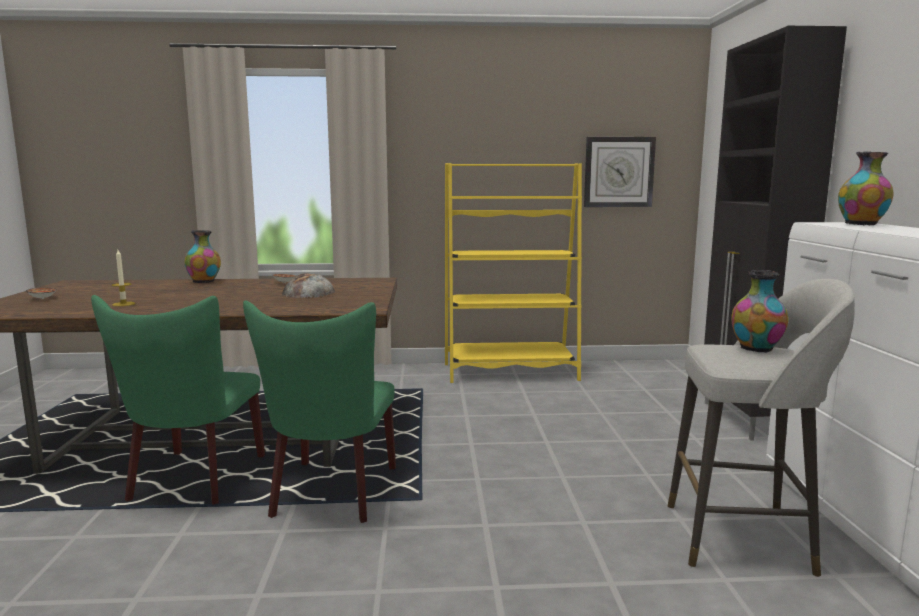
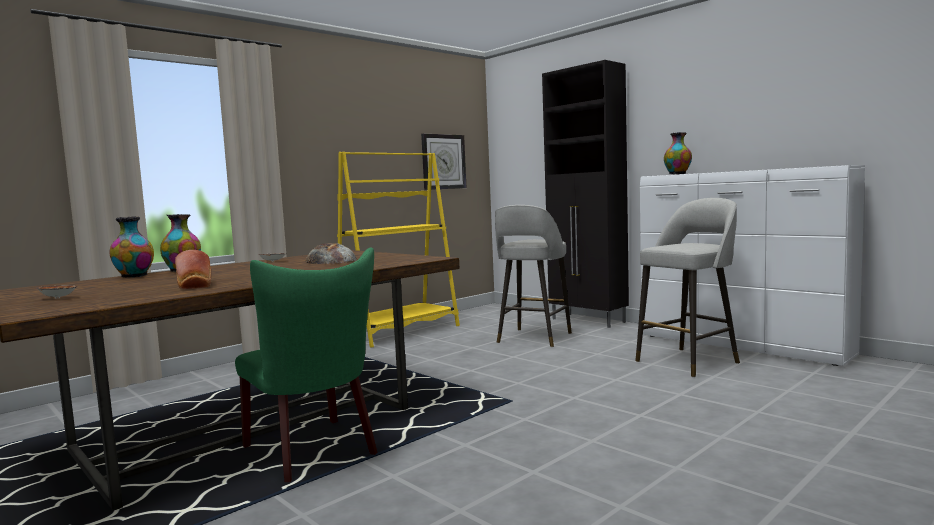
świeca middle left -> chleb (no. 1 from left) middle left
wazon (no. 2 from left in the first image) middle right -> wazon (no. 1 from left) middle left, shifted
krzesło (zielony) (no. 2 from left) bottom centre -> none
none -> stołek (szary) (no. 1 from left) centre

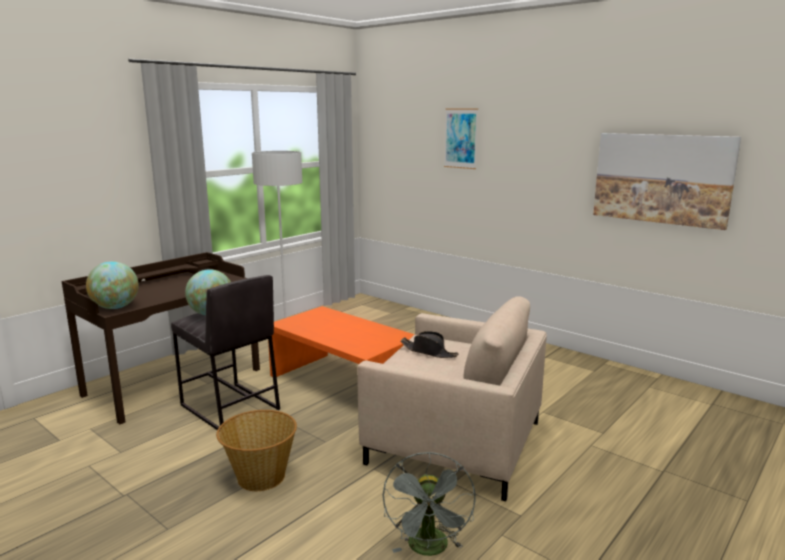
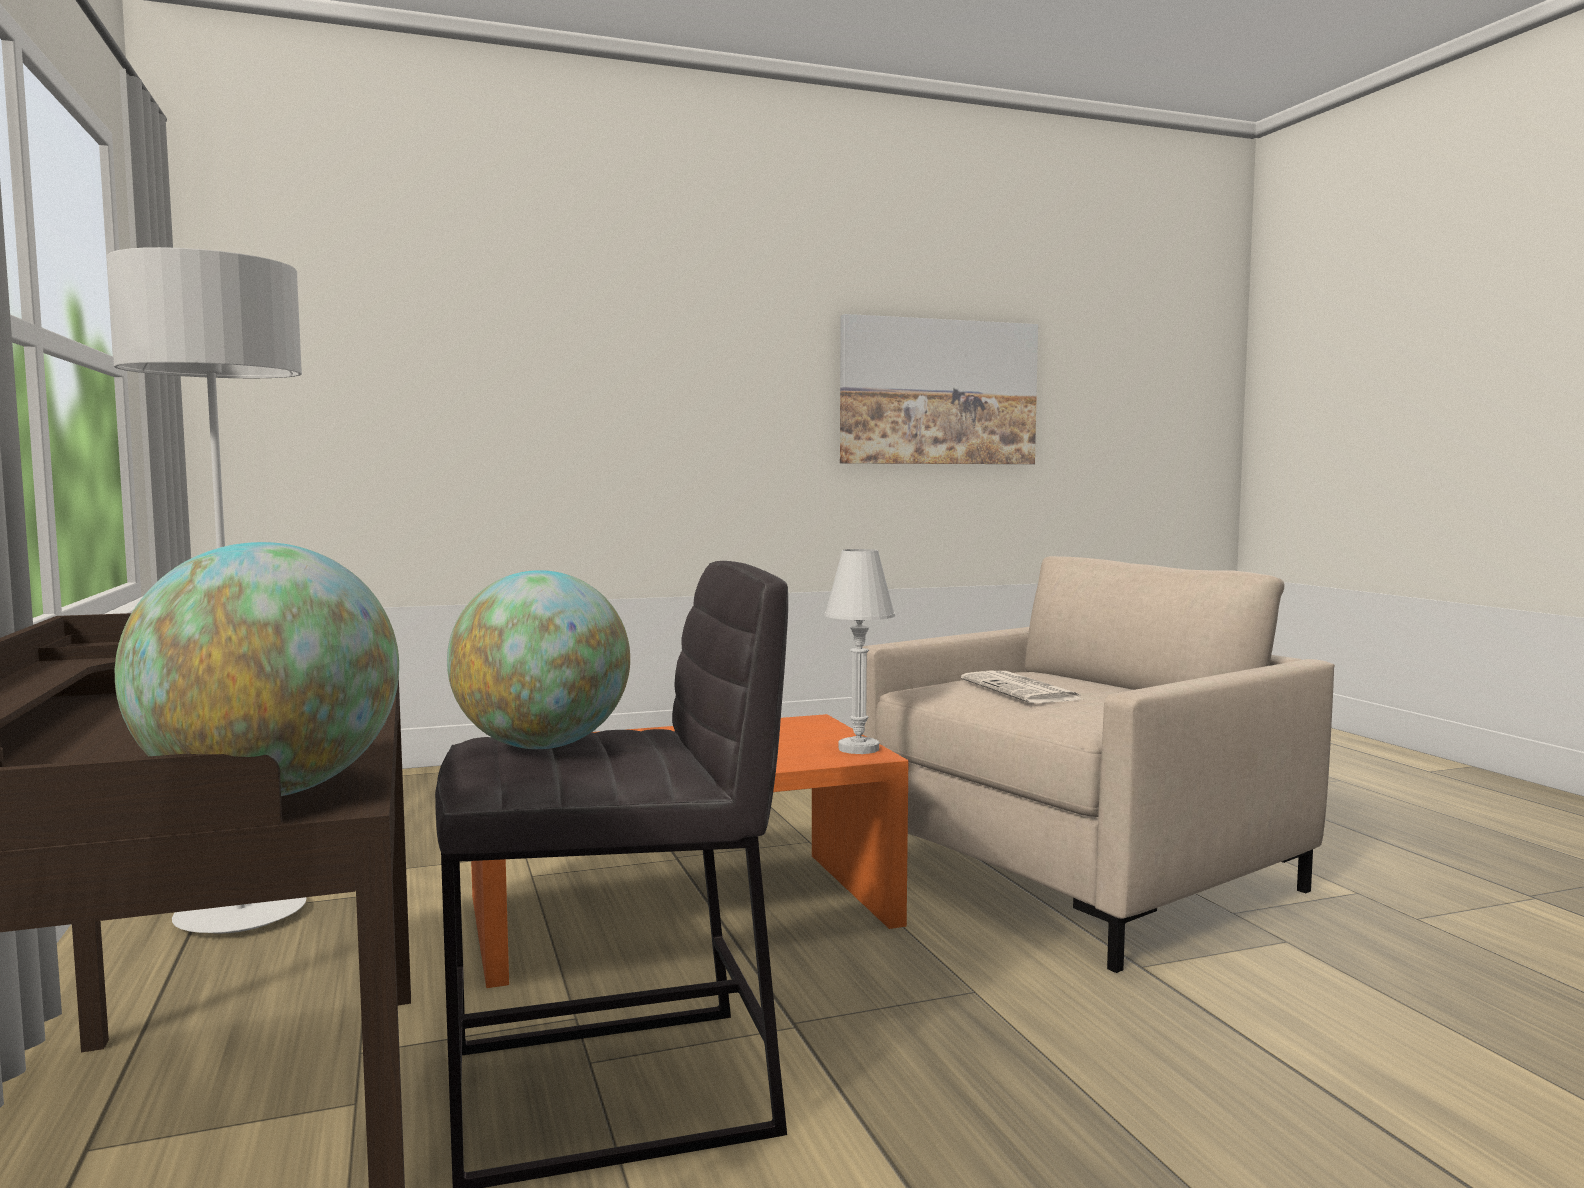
obraz (no. 1 from left) top centre -> none
kapelusz (czarny) centre -> gazeta centre
koszyk bottom left -> none
wentylator (szary) bottom centre -> none
none -> lampa stołowa (biały) centre

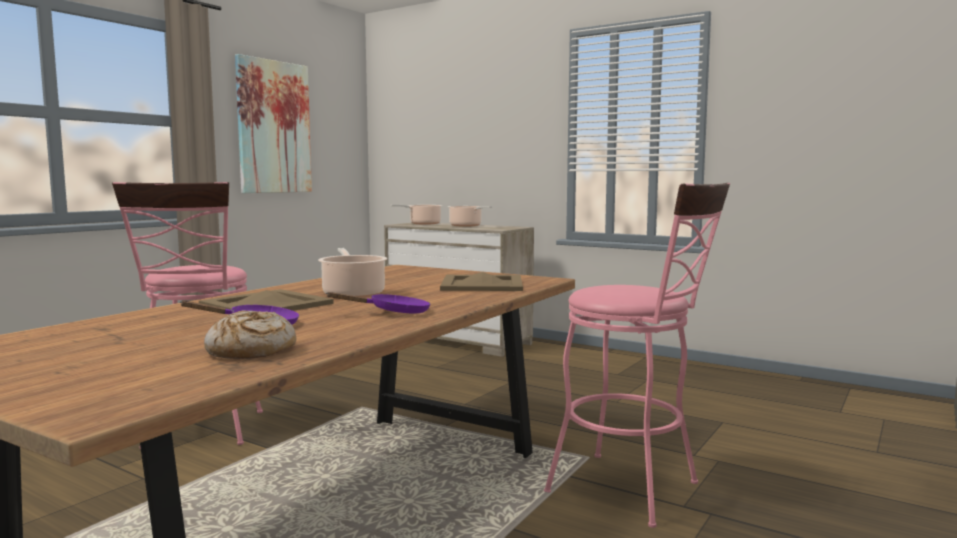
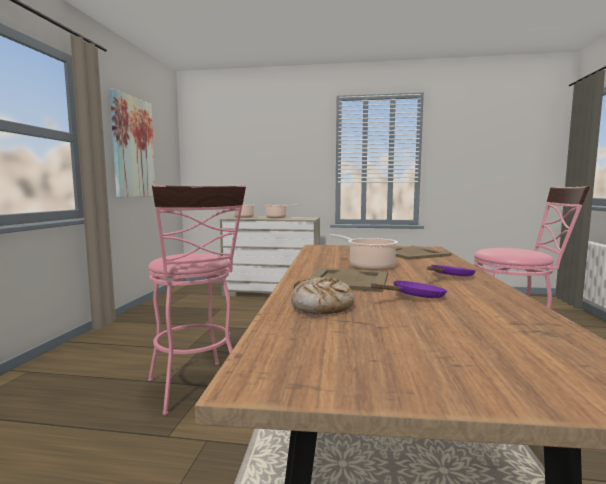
chleb middle left -> chleb centre, shifted

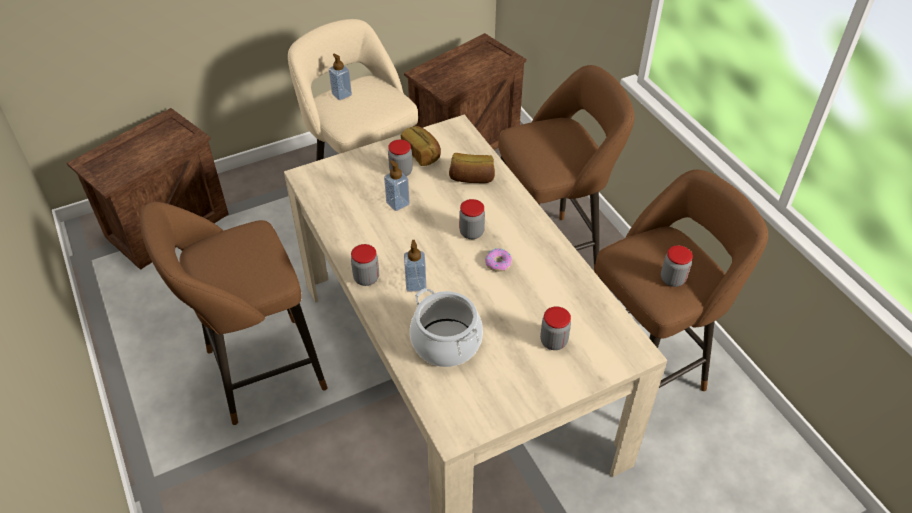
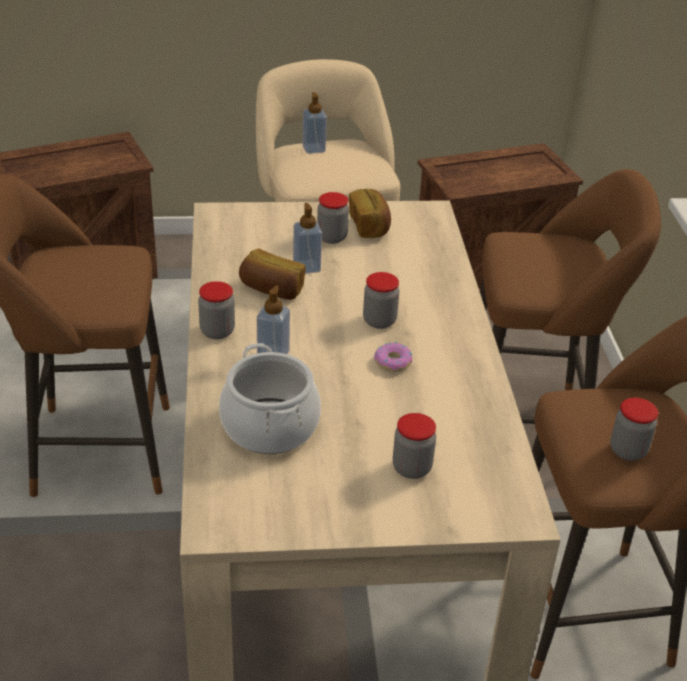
chleb (no. 2 from left in the first image) top centre -> chleb (no. 1 from left) centre, shifted

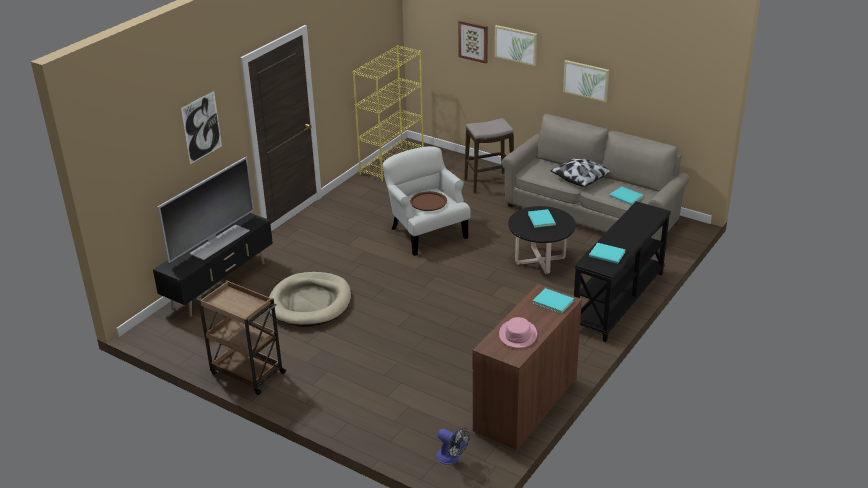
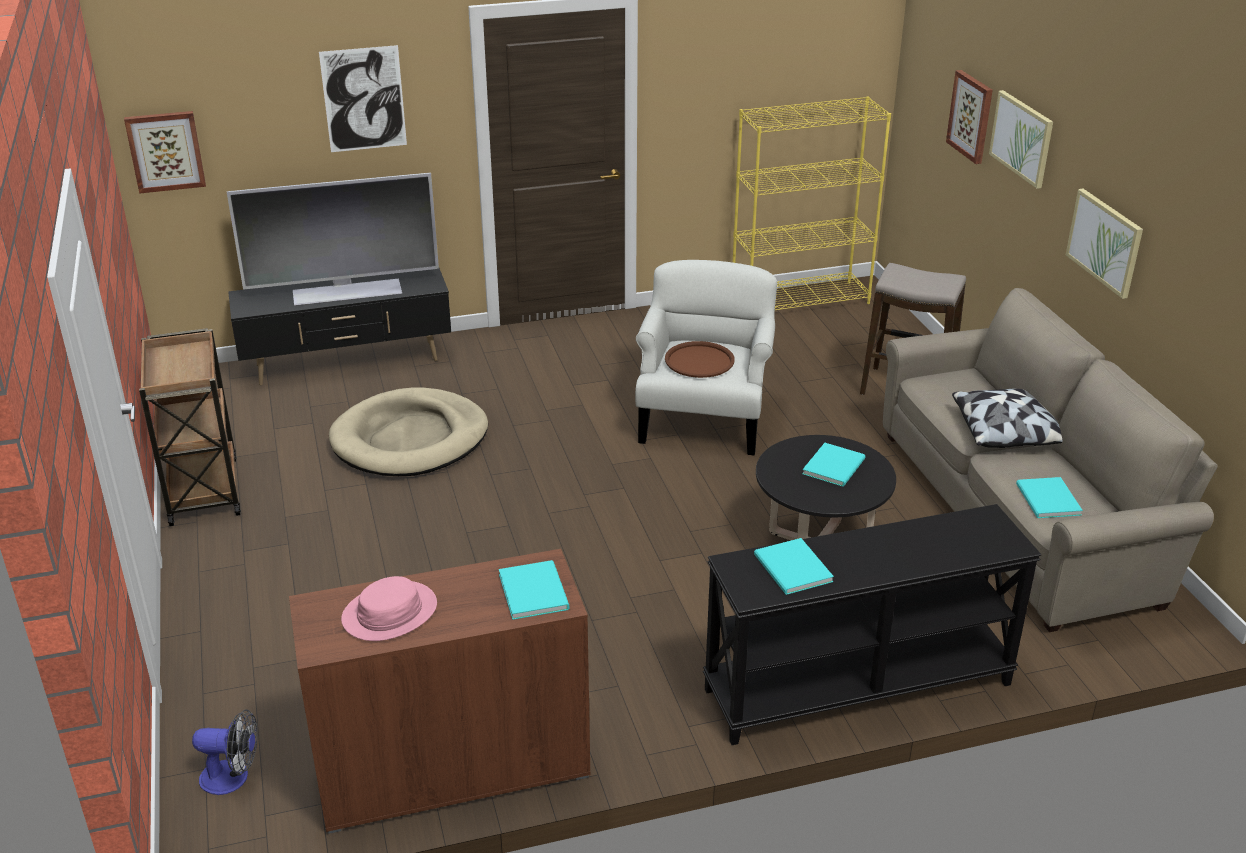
wentylator bottom centre -> wentylator bottom left, 75 degrees counterclockwise
none -> obraz (no. 1 from left) top left

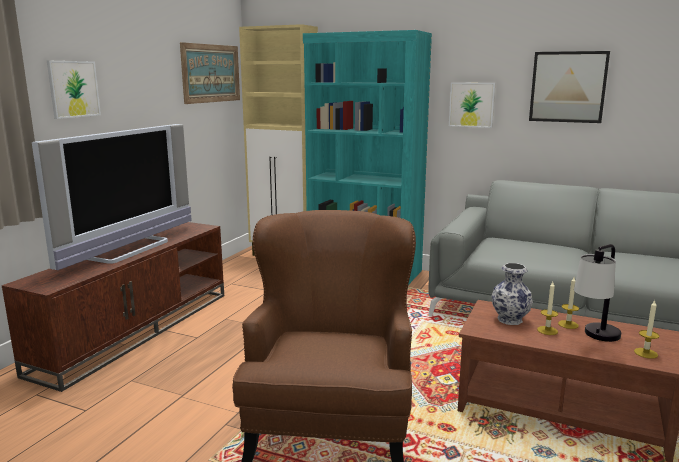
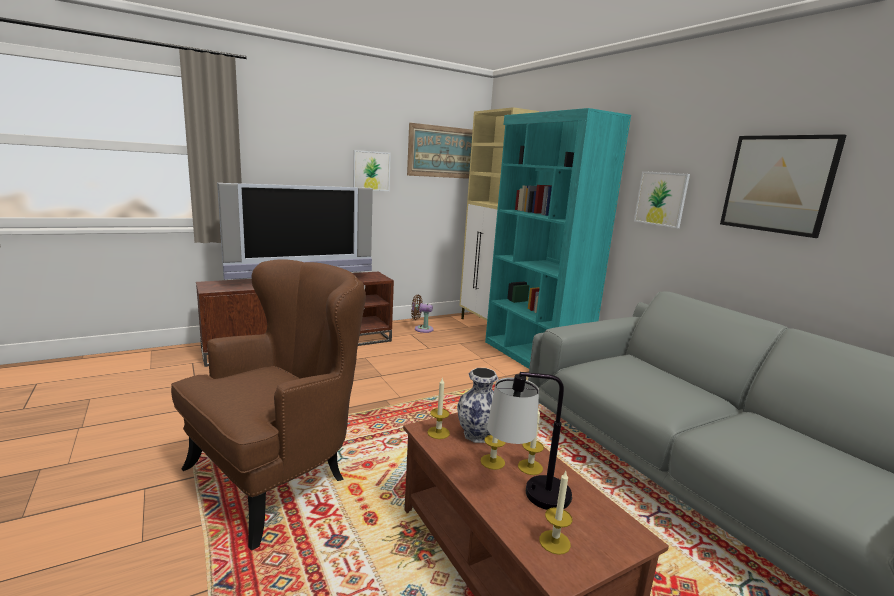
obraz (no. 1 from left) top left -> obraz (no. 1 from left) top centre, shifted
none -> wentylator (brązowy) centre
none -> świeca (no. 1 from left) bottom centre

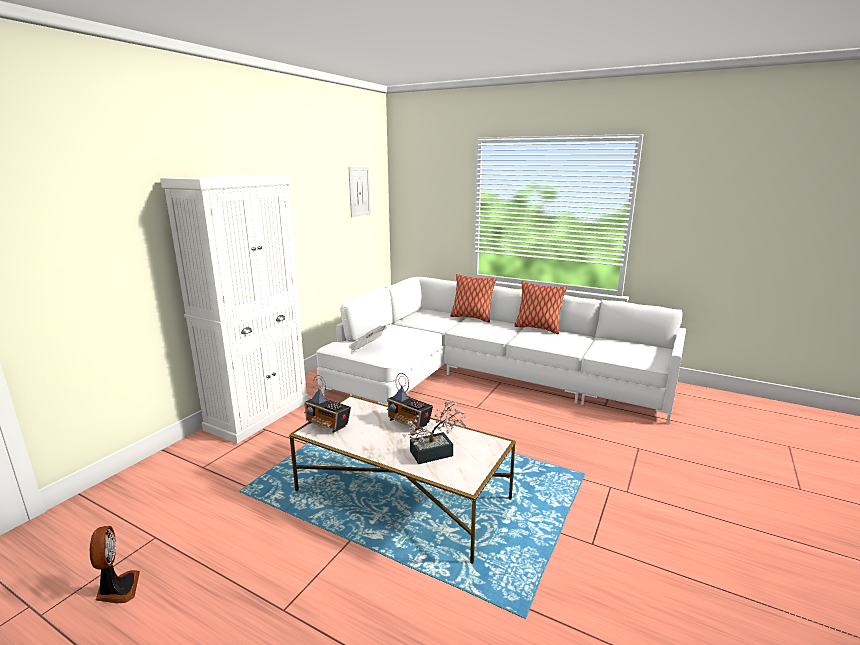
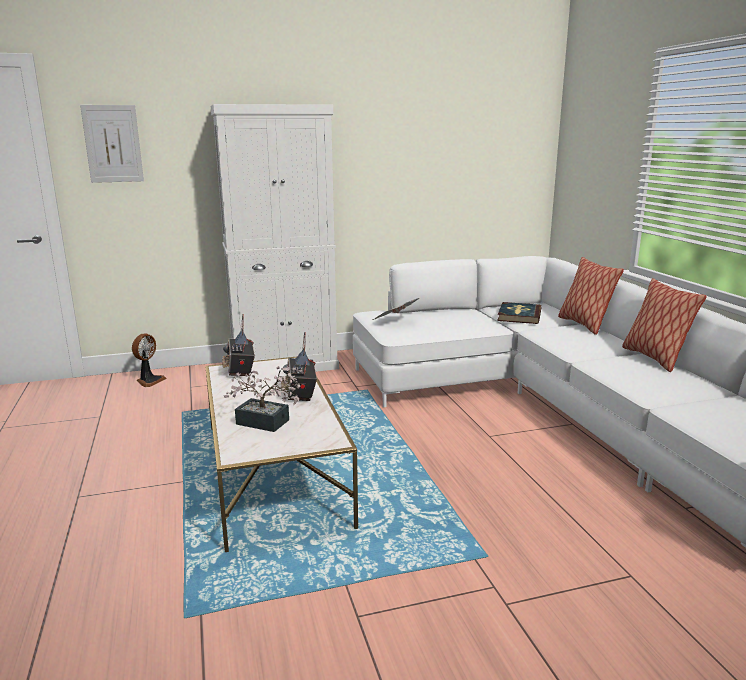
obraz top centre -> obraz top left, shifted
wentylator bottom left -> wentylator middle left, shifted
none -> książka middle right

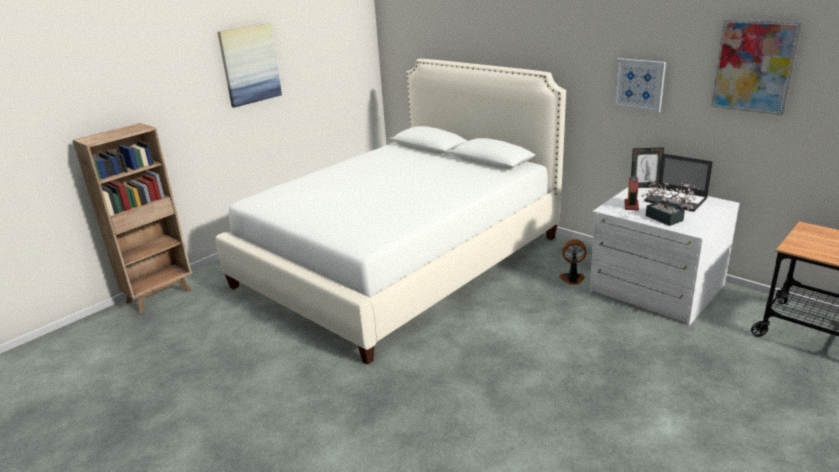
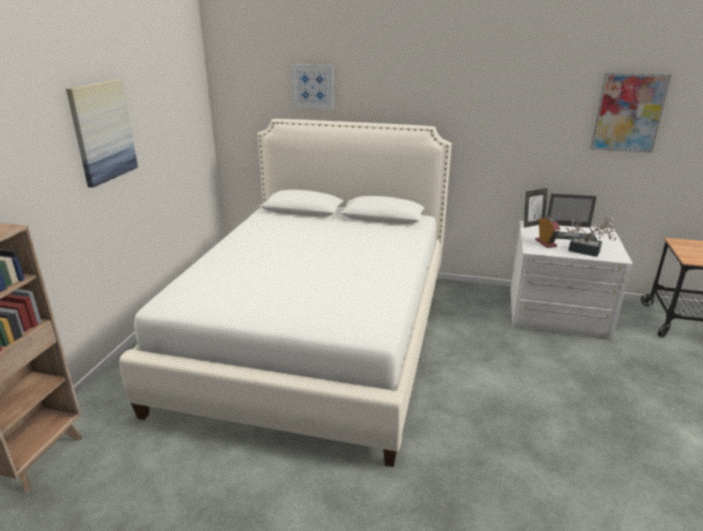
obraz (no. 2 from left) top right -> obraz (no. 2 from left) top centre, shifted
wentylator middle right -> none

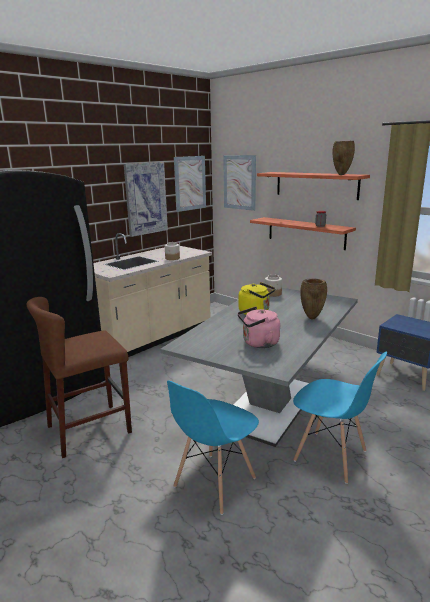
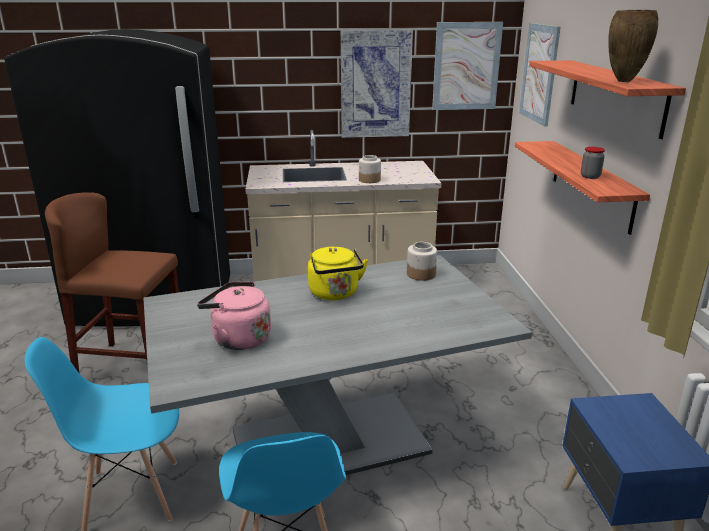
wazon (brązowy) (no. 1 from left) middle right -> none

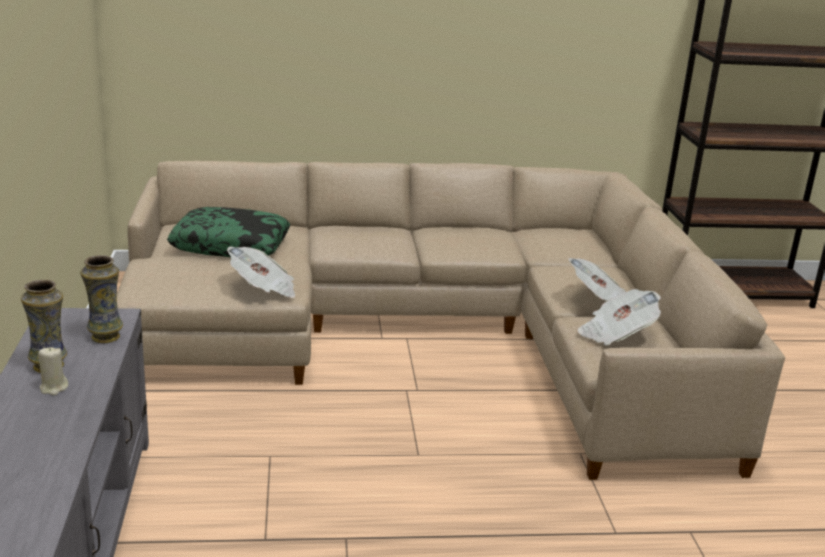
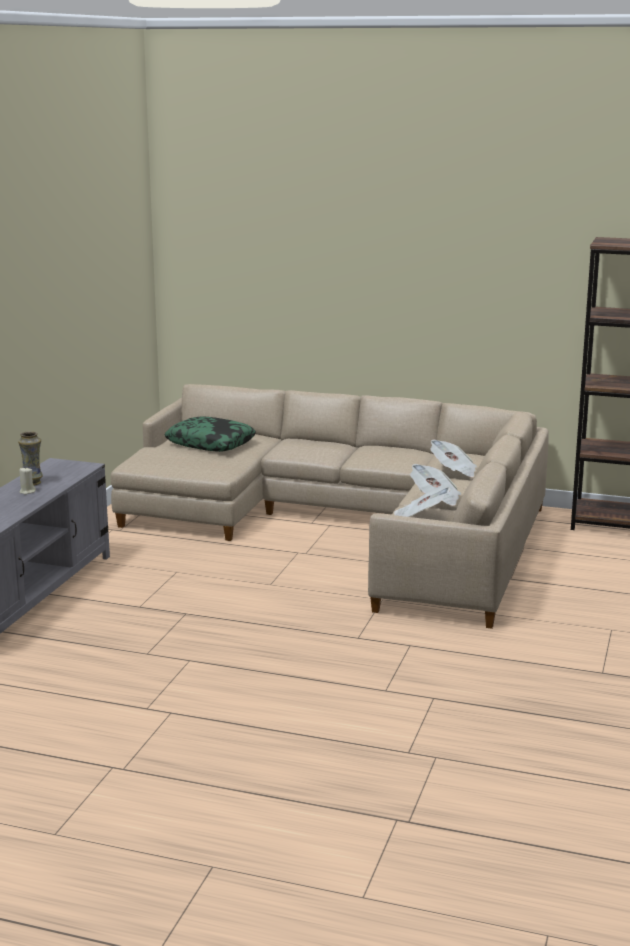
gazeta (no. 1 from left in the first image) middle left -> gazeta (no. 3 from left) middle right, shifted
wazon (no. 2 from left) middle left -> none

